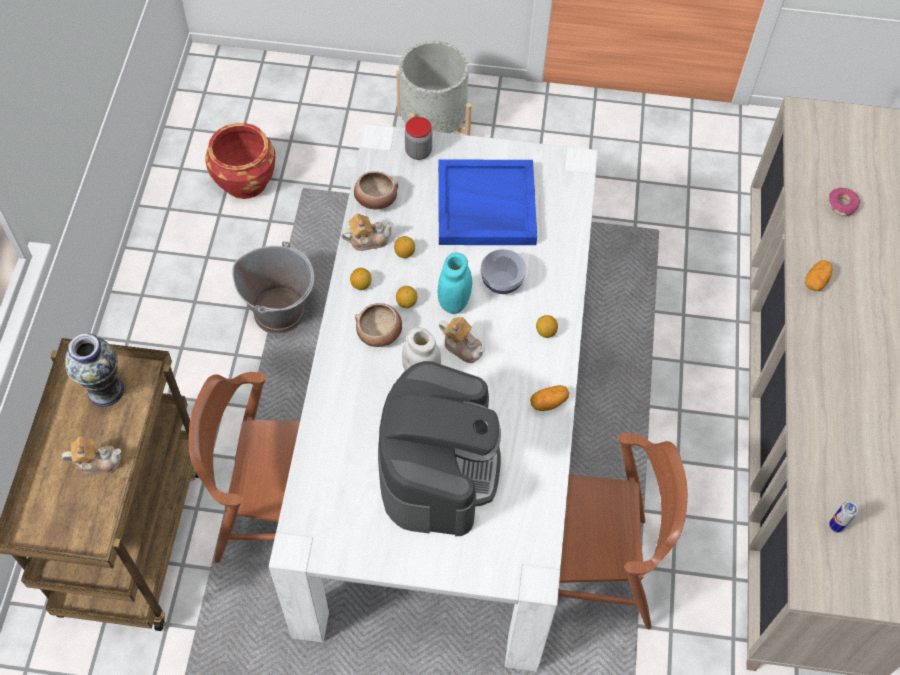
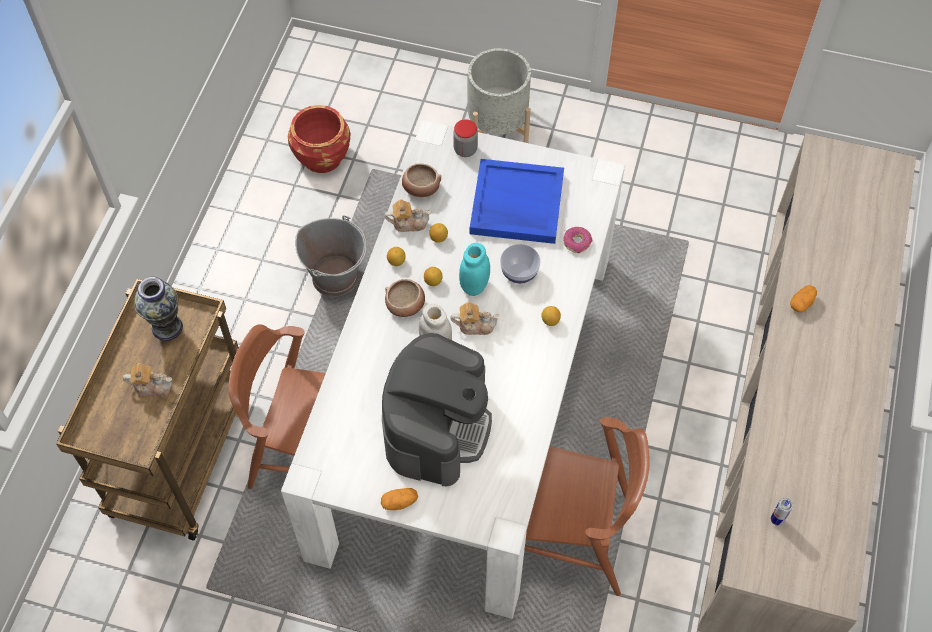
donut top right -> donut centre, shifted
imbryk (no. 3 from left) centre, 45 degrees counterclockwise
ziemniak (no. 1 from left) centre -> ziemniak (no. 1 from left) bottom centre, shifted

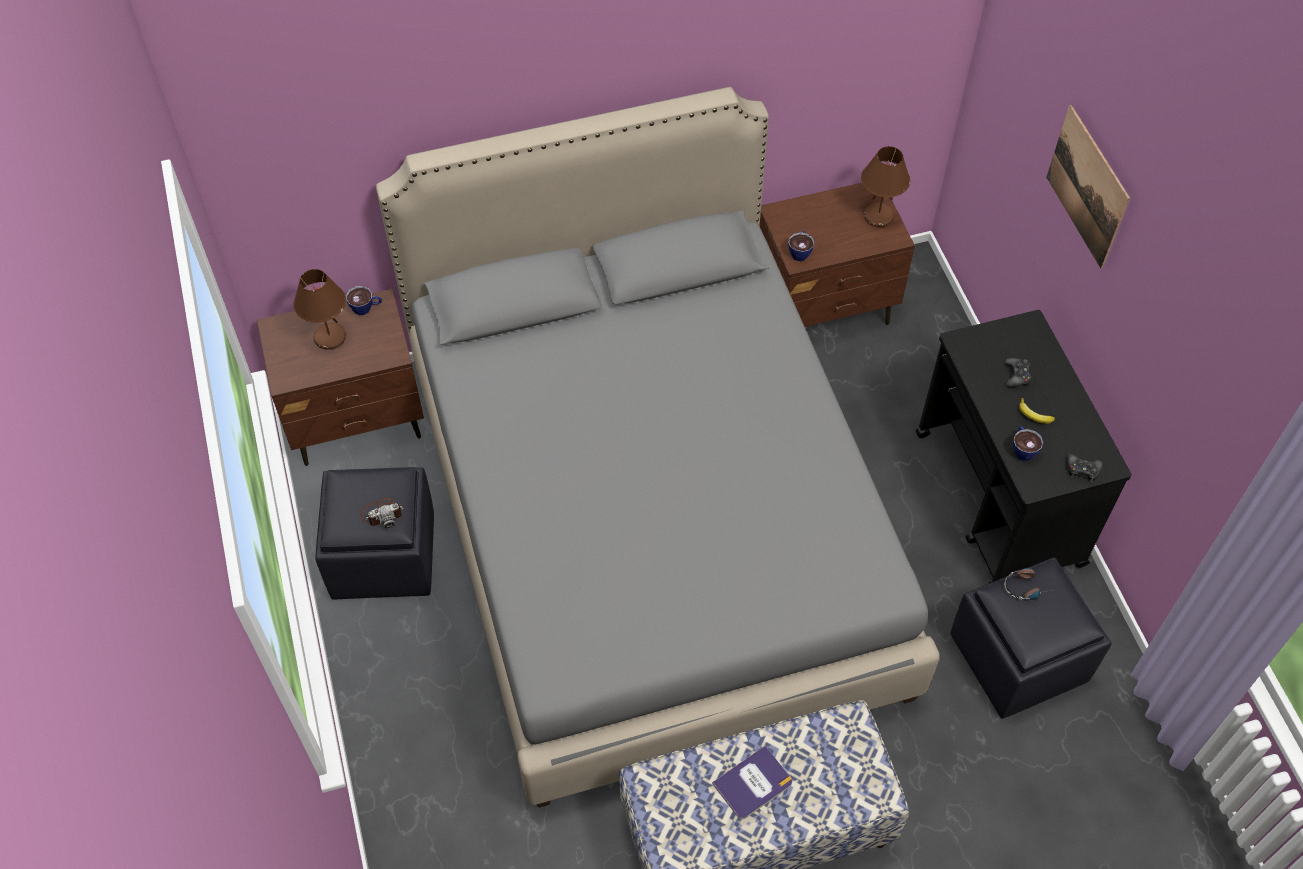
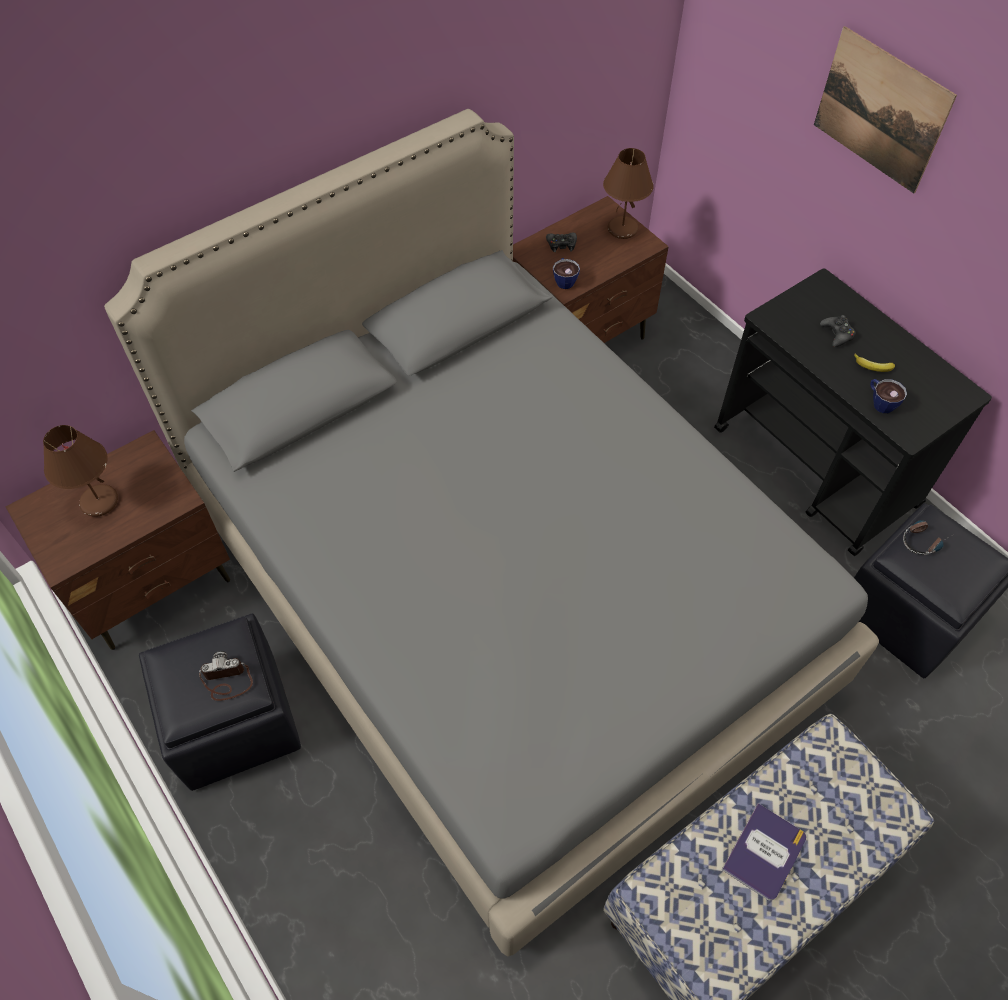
filiżanka (no. 1 from left) middle left -> none
pad do gier (czarny) (no. 2 from left in the first image) middle right -> pad do gier (czarny) (no. 1 from left) top centre, shifted
aparat fotograficzny middle left -> aparat fotograficzny bottom left, 150 degrees counterclockwise

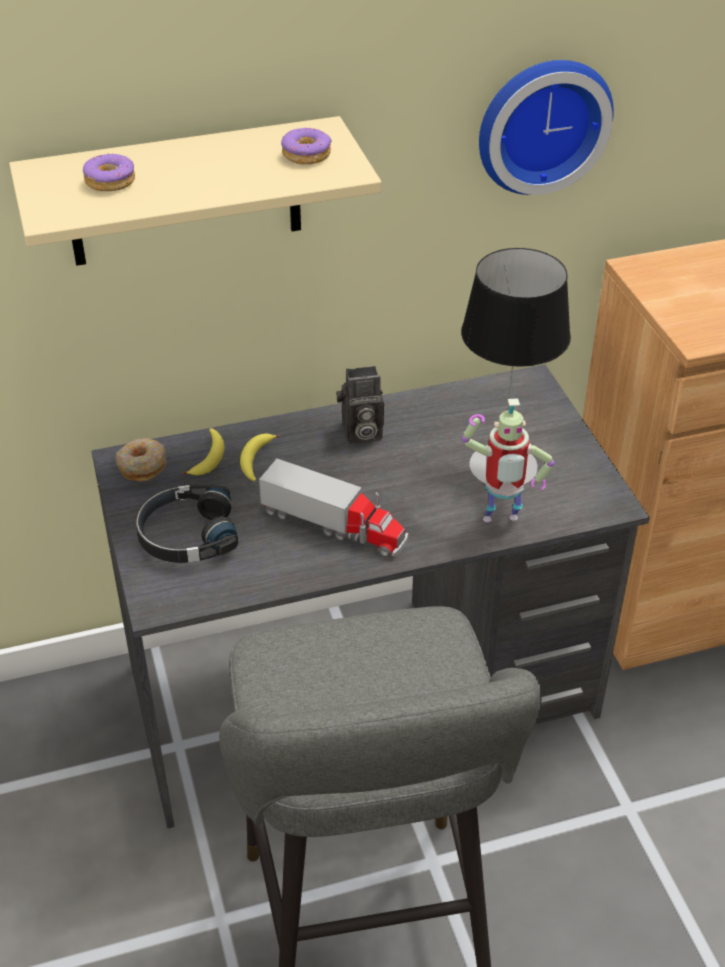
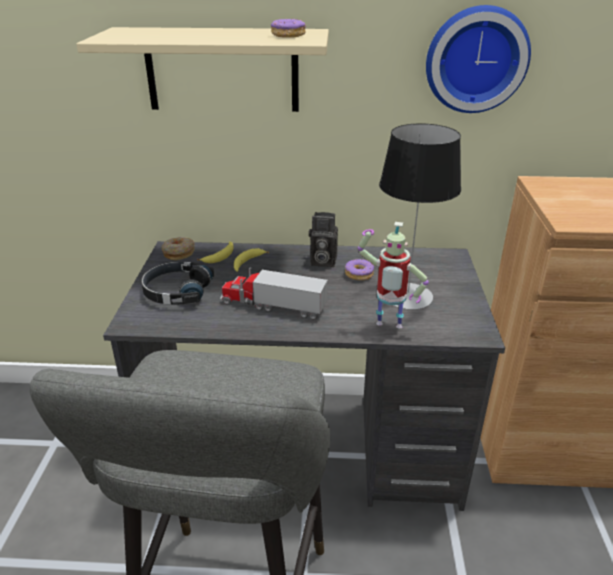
donut (no. 1 from left in the first image) top left -> donut (no. 3 from left) centre, shifted
ciężarówka zabawkowa centre, 150 degrees clockwise

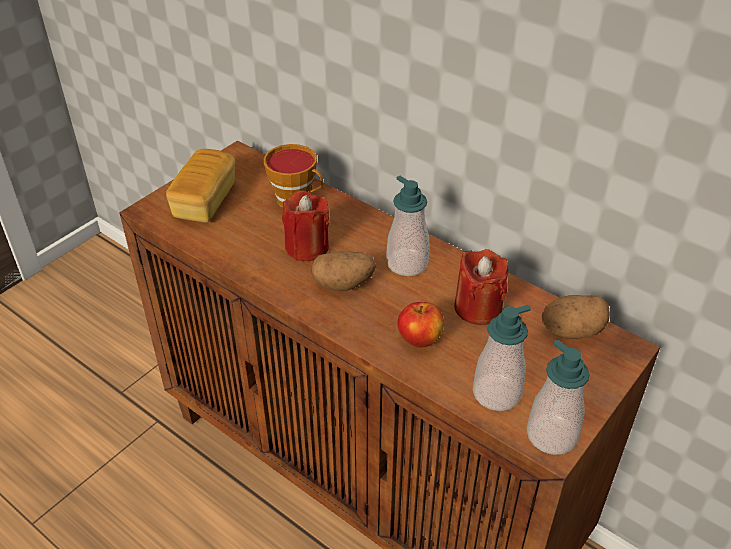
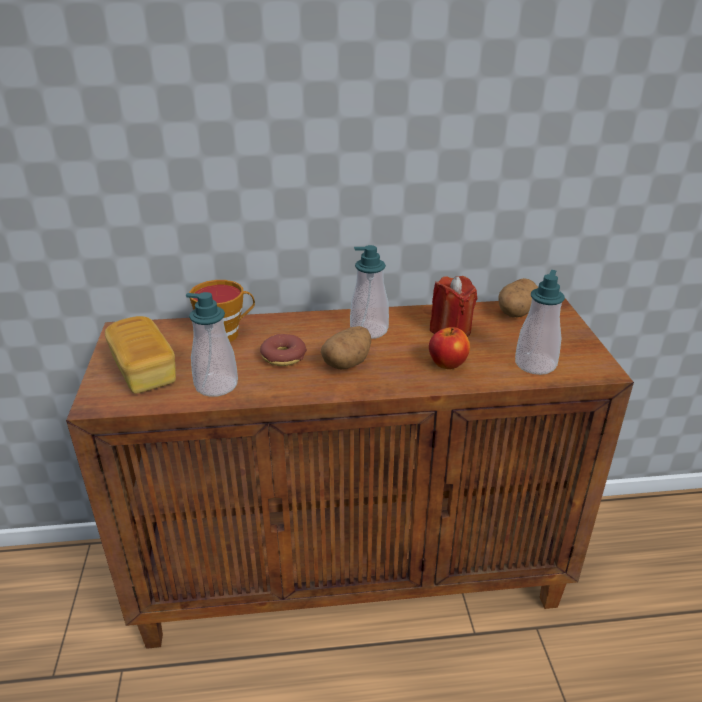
świeca (czerwony) (no. 1 from left) centre -> donut centre
dozownik mydła (no. 3 from left in the first image) bottom right -> dozownik mydła (no. 1 from left) middle left, shifted

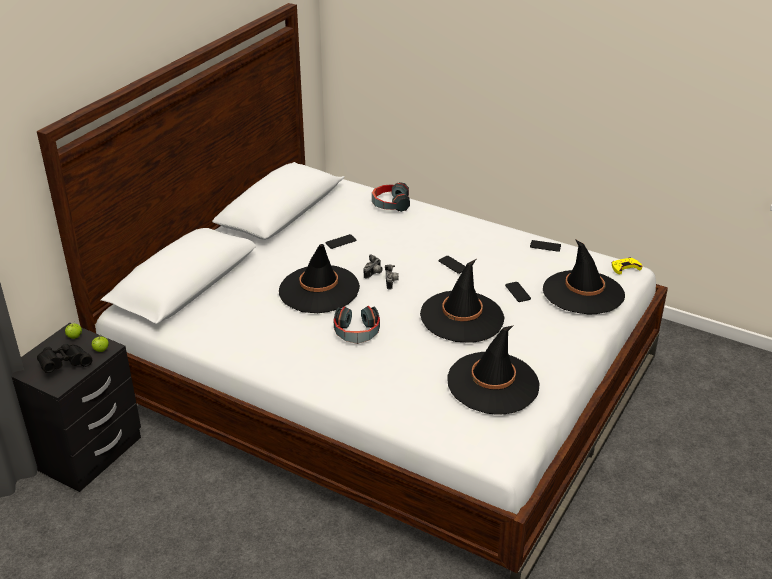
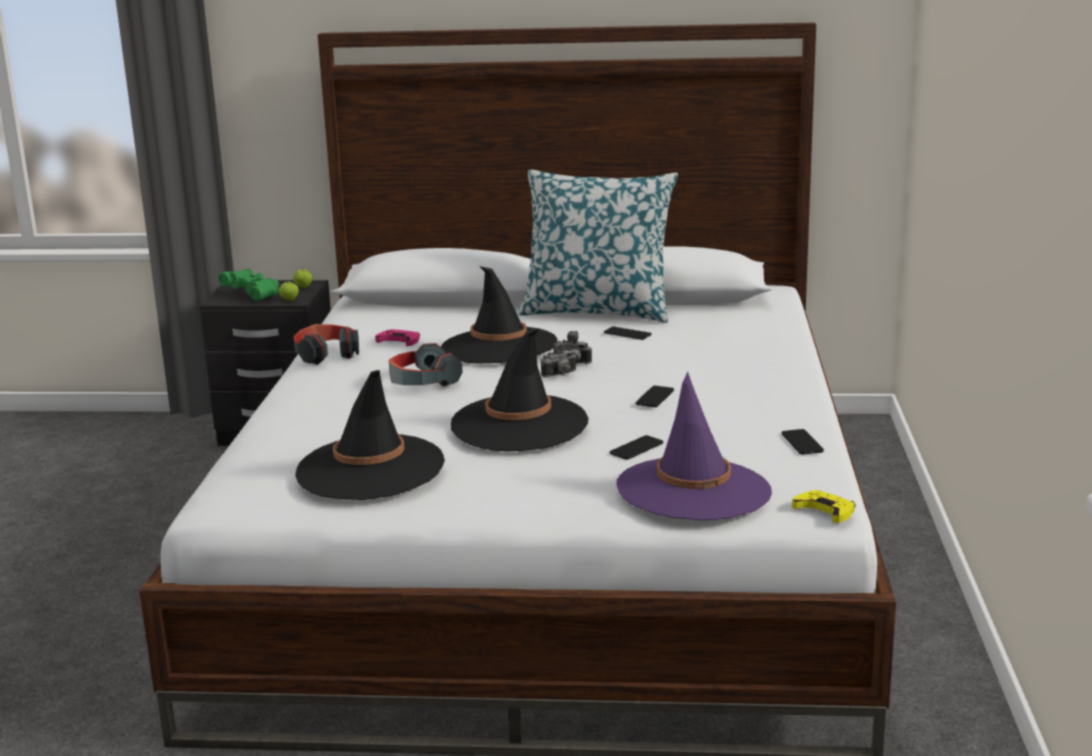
słuchawki (no. 2 from left in the first image) centre -> słuchawki (no. 1 from left) middle left, shifted
kapelusz (czarny) (no. 4 from left) middle right -> kapelusz (fioletowy) centre
lornetka (czarny) middle left -> lornetka (zielony) middle left
none -> poduszka top centre
none -> pad do gier (różowy) centre

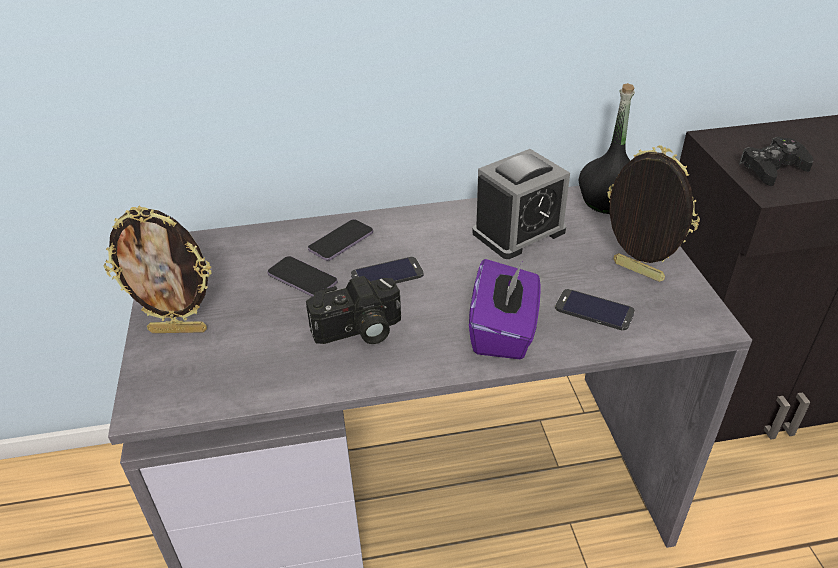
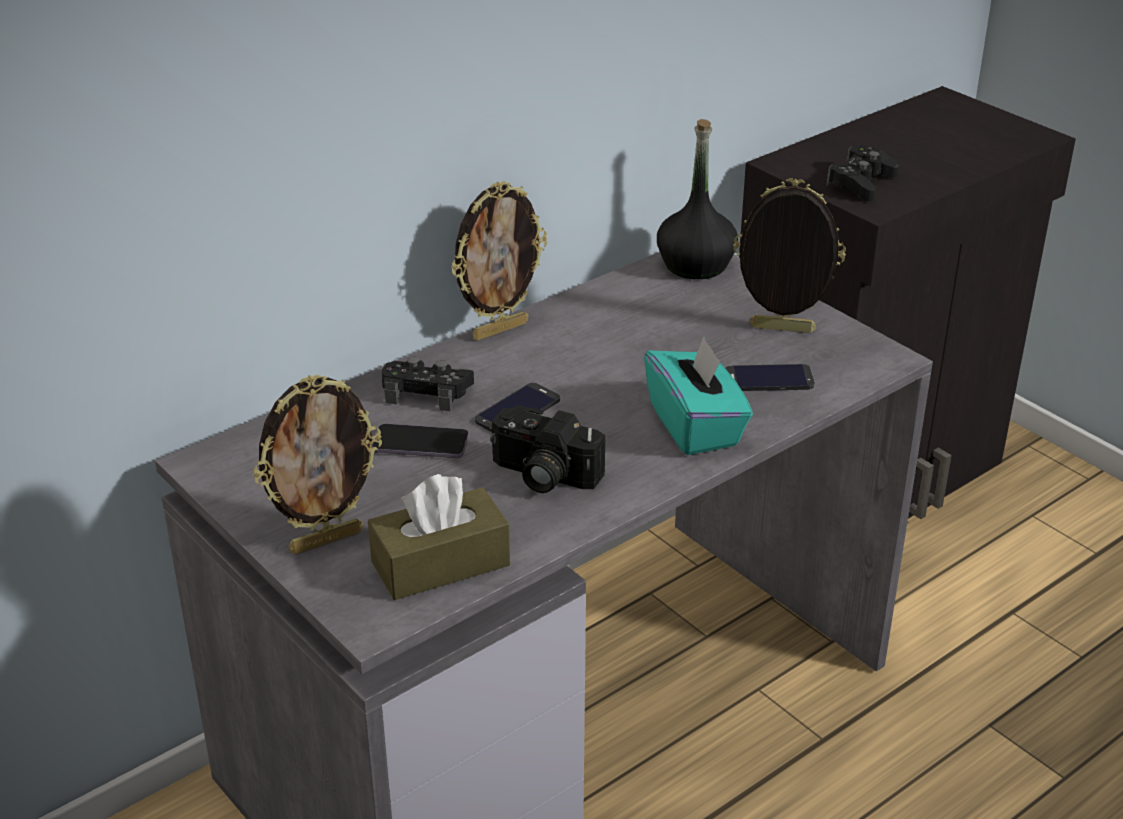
budzik centre -> none
telefon (no. 2 from left) centre -> pad do gier (czarny) (no. 1 from left) centre
pudełko chusteczek (fioletowy) centre -> pudełko chusteczek (turkusowy) centre
aparat fotograficzny centre, 75 degrees clockwise
none -> ramka na zdjęcie (no. 2 from left) top centre
none -> pudełko chusteczek (brązowy) centre

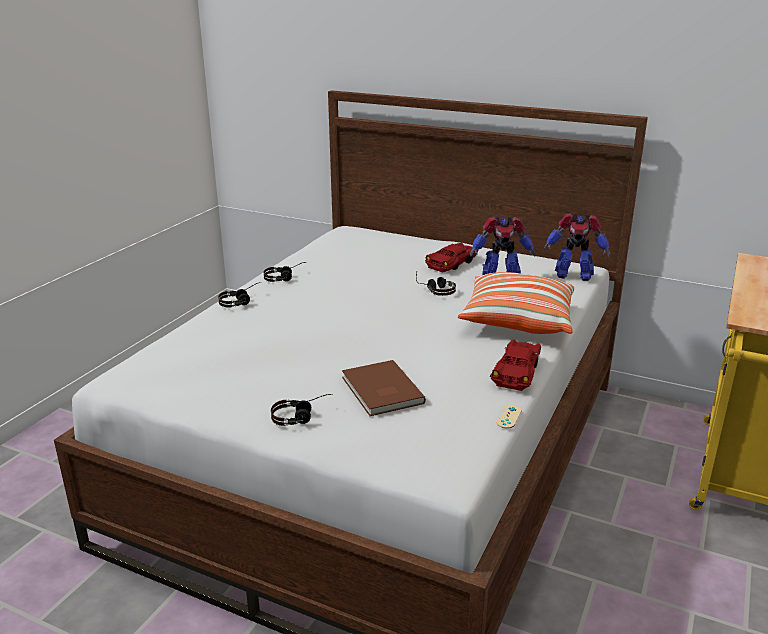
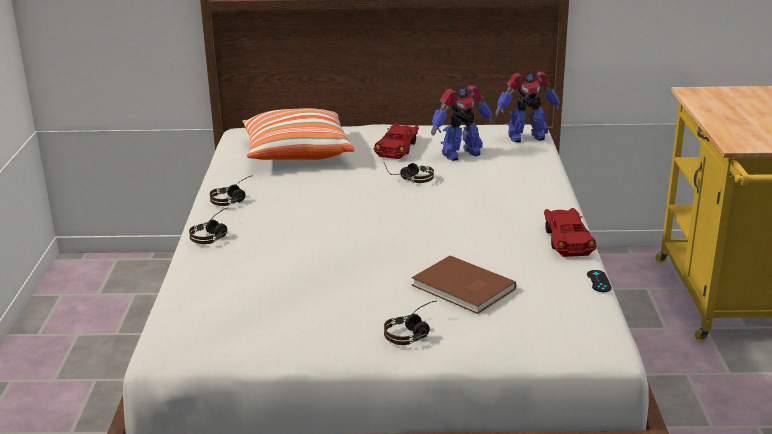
poduszka middle right -> poduszka top centre, shifted
pad do gier (beżowy) centre -> pad do gier (czarny) middle right

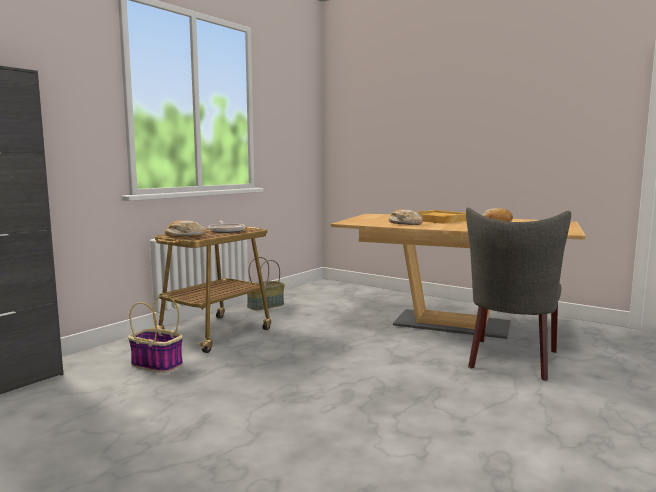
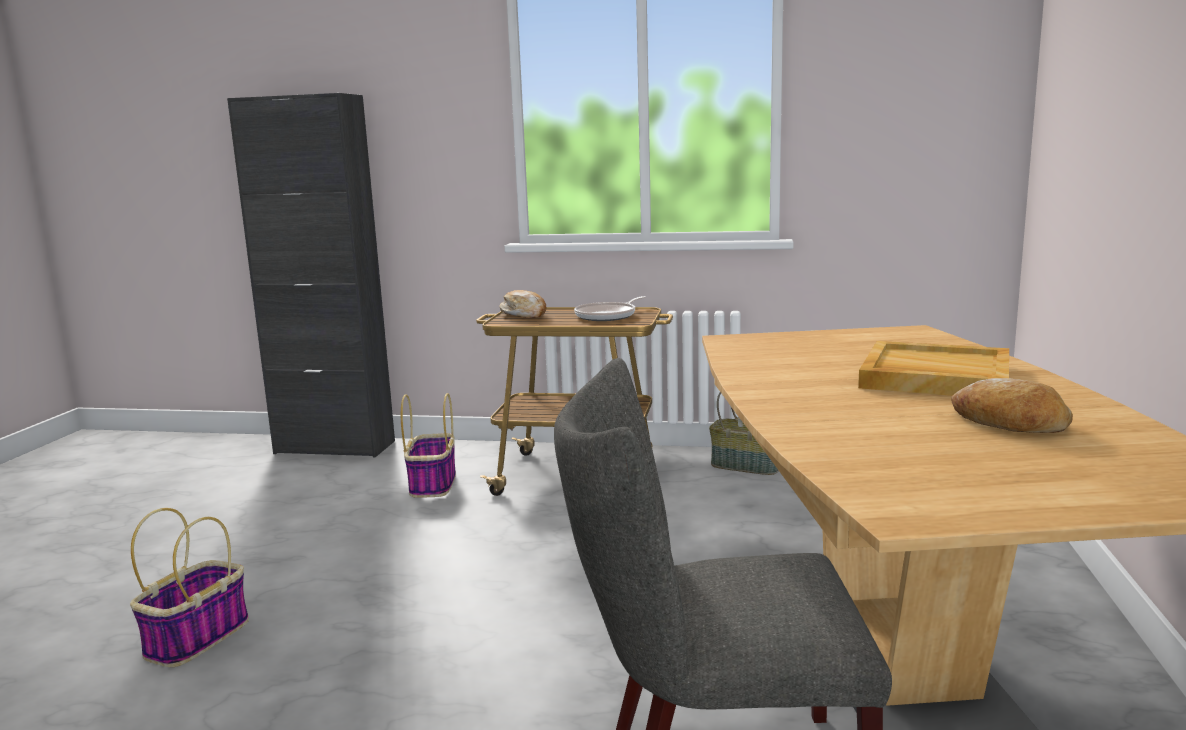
chleb (no. 2 from left) centre -> none
none -> koszyk (no. 1 from left) bottom left

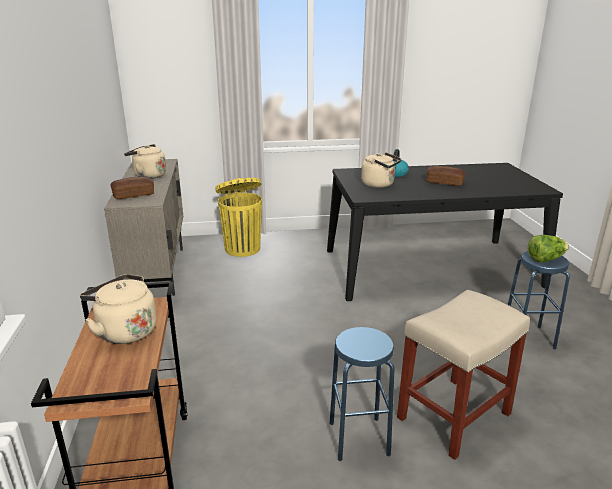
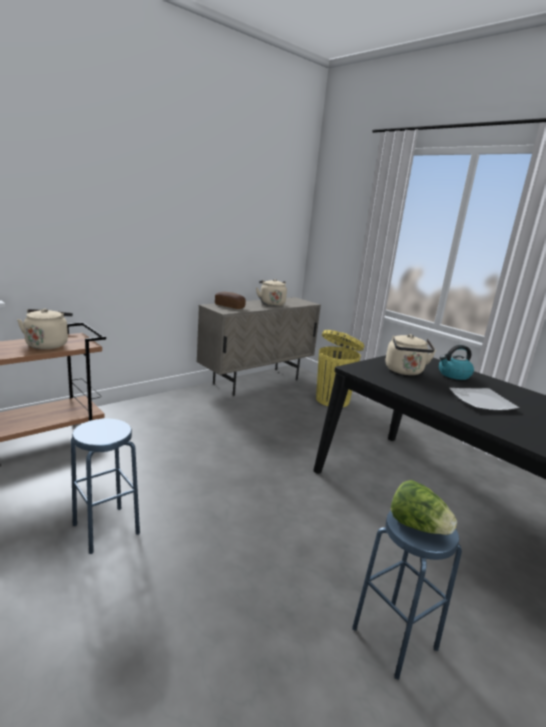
chleb (no. 2 from left) middle right -> talerz middle right
stołek (beżowy) bottom right -> none

